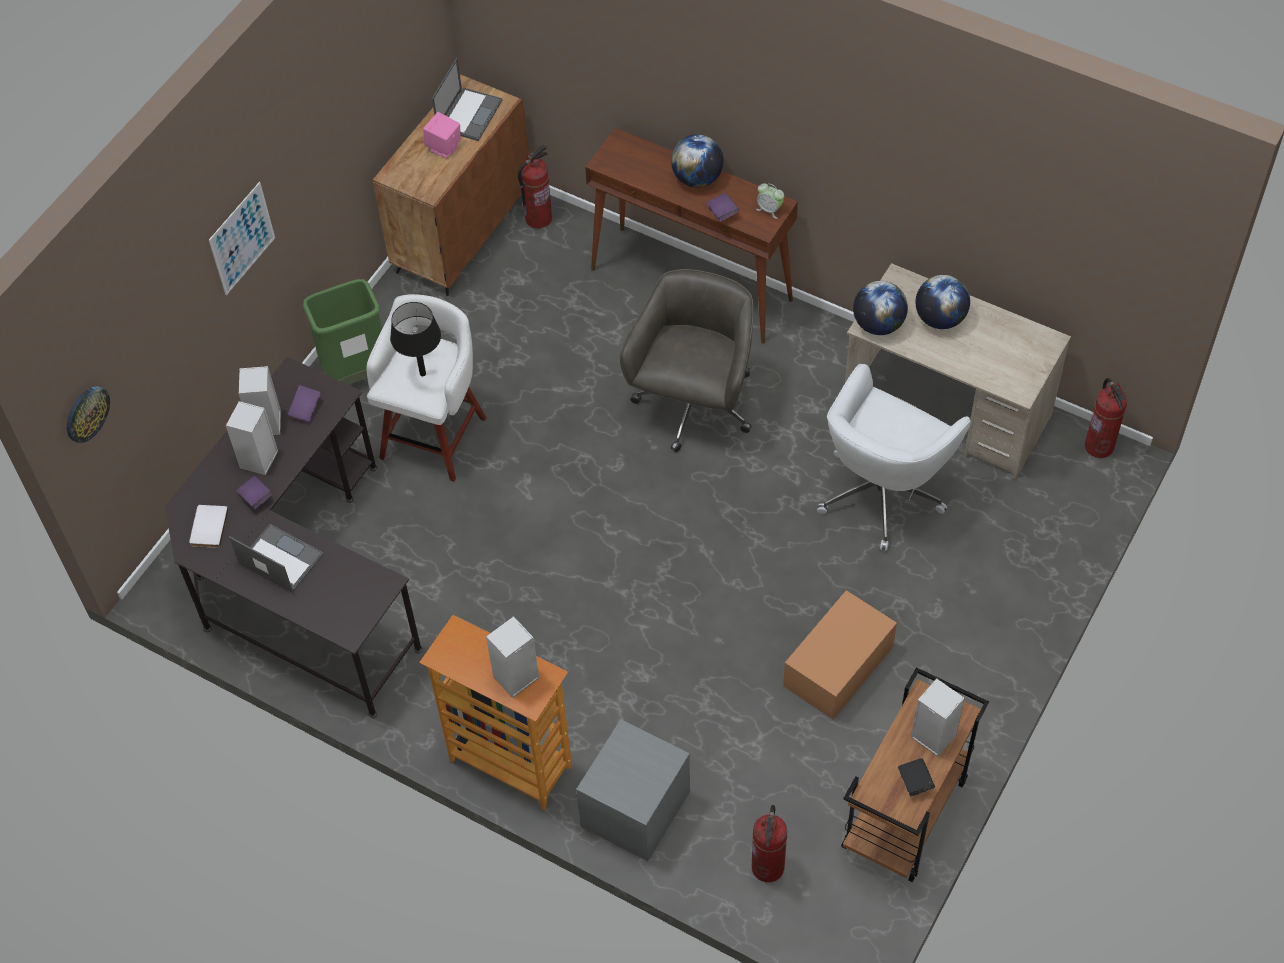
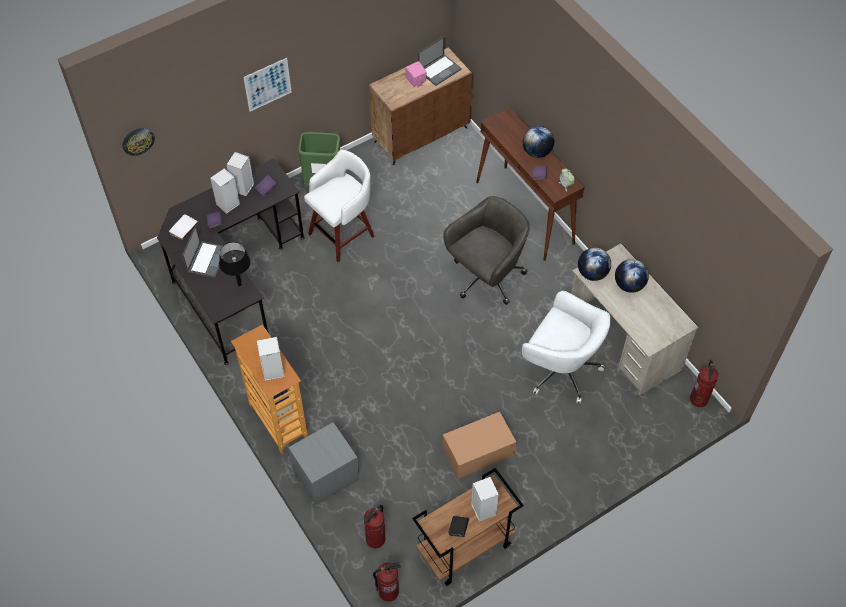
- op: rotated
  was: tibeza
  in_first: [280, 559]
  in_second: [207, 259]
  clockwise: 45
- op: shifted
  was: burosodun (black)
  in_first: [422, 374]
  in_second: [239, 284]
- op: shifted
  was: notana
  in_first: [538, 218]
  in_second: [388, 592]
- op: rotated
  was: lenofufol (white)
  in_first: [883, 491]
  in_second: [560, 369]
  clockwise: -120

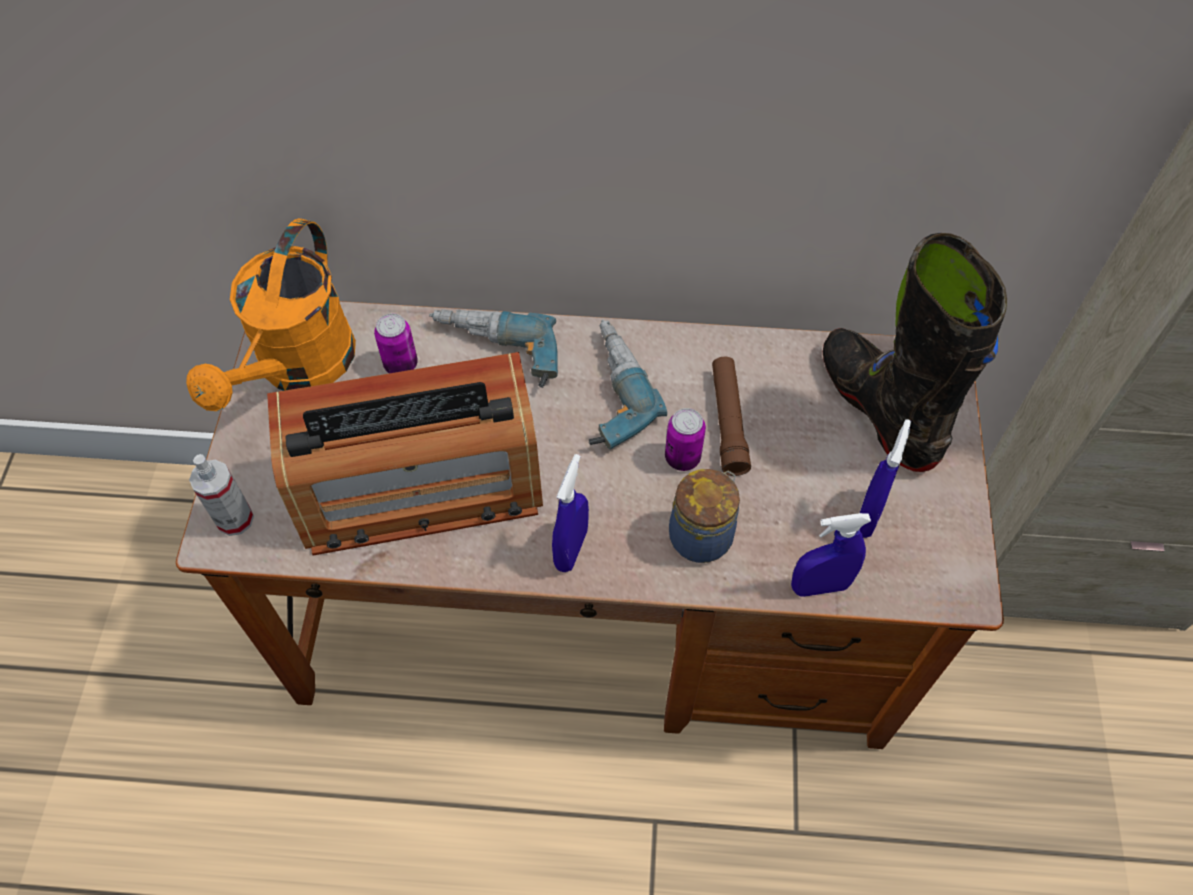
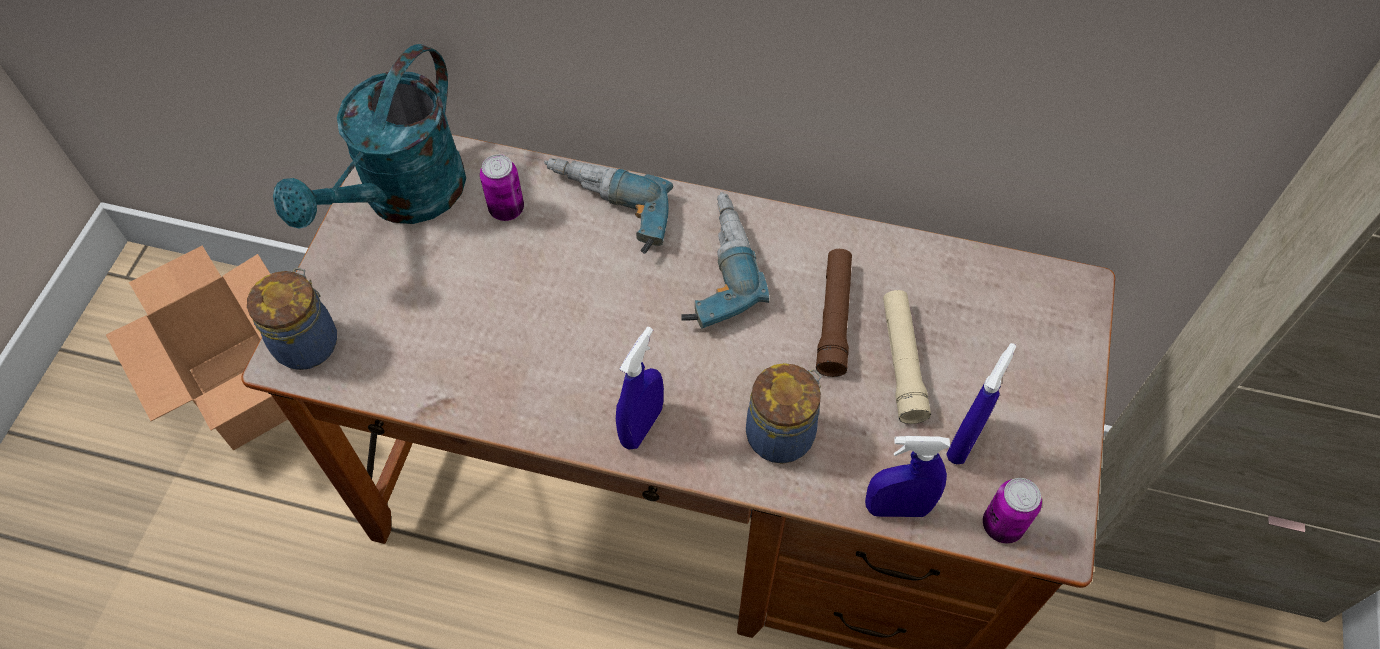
- op: new
  now: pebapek
  in_second: [248, 391]
- op: swapped
  was: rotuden
  now: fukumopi
  in_first: [235, 519]
  in_second: [308, 342]
- op: repainted
  was: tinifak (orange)
  now: tinifak (turquoise)
  in_first: [298, 369]
  in_second: [403, 199]
- op: new
  now: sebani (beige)
  in_second: [902, 361]
- op: shifted
  was: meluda
  in_first: [682, 458]
  in_second: [1002, 525]
- op: gone
  was: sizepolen
  in_first: [419, 486]
- op: gone
  was: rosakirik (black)
  in_first: [879, 408]

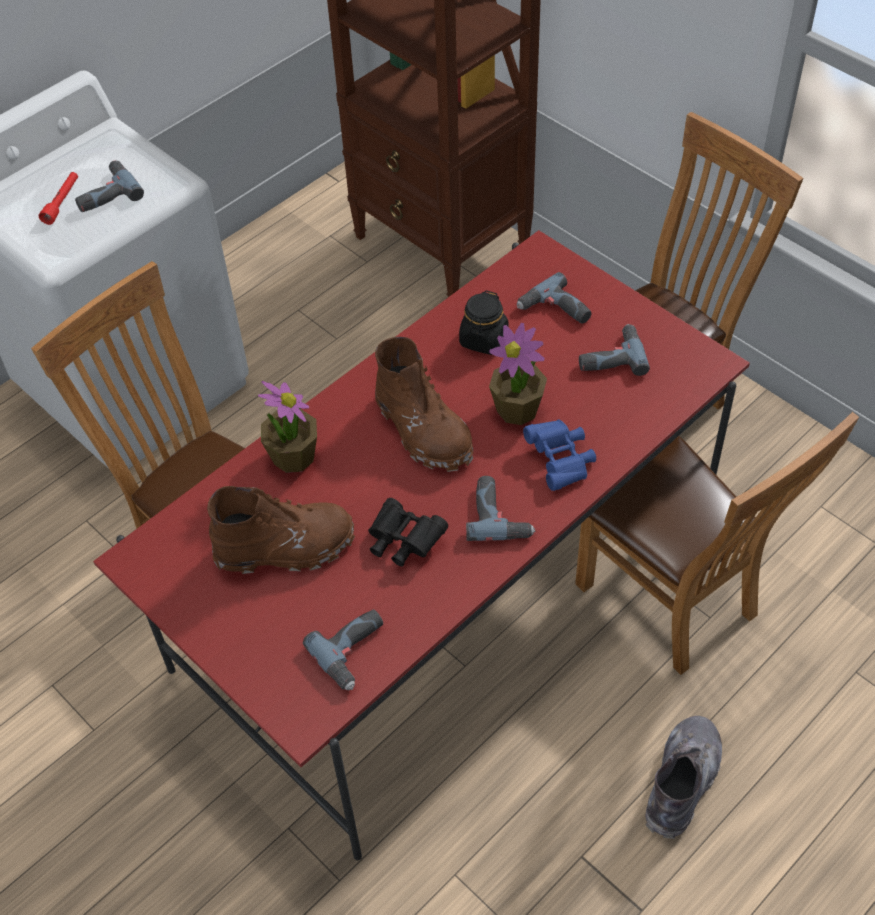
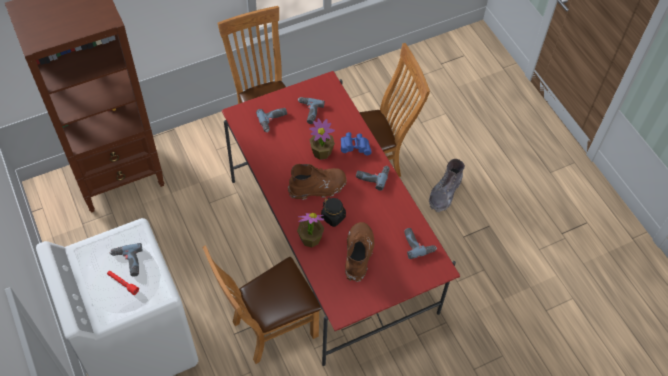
- op: shifted
  was: fukumopi (black)
  in_first: [483, 339]
  in_second: [333, 217]
- op: rotated
  was: rosakirik (grey)
  in_first: [682, 781]
  in_second: [444, 193]
  clockwise: -105
- op: gone
  was: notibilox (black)
  in_first: [403, 541]

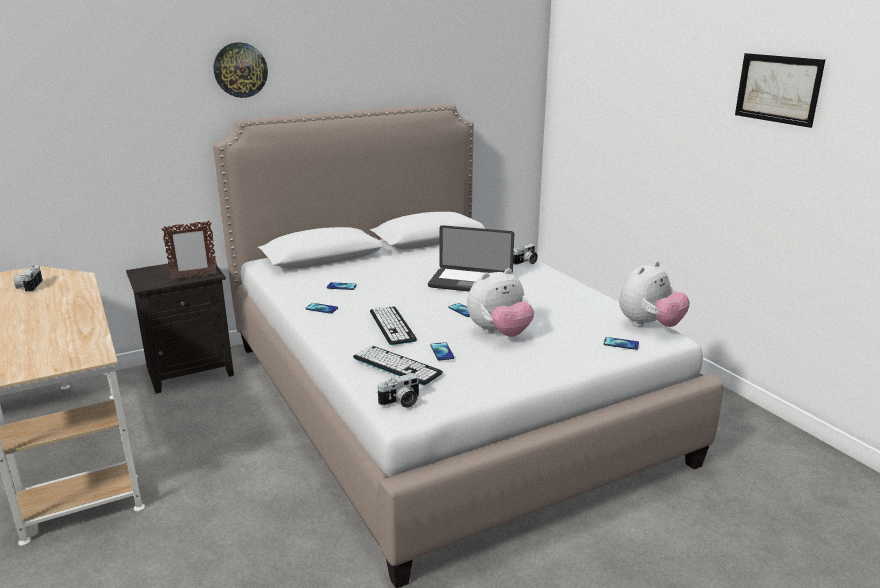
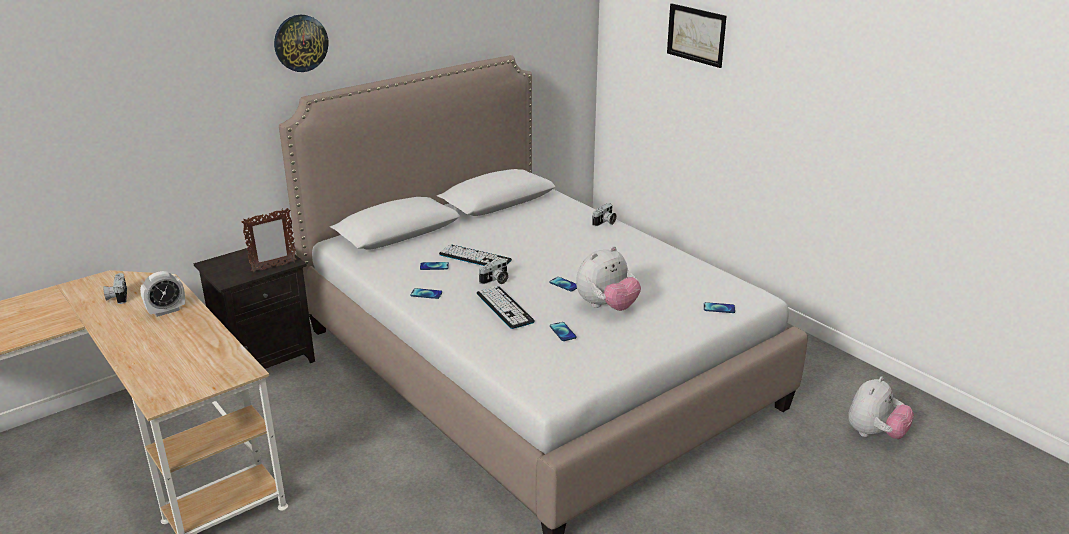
- op: new
  now: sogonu
  in_second: [166, 311]
- op: shifted
  was: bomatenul
  in_first: [397, 365]
  in_second: [475, 257]
- op: shifted
  was: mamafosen
  in_first: [401, 402]
  in_second: [495, 281]
- op: shifted
  was: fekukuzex
  in_first: [778, 89]
  in_second: [696, 35]
- op: shifted
  was: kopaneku
  in_first: [649, 325]
  in_second: [874, 434]
- op: gone
  was: tibeza
  in_first: [470, 283]

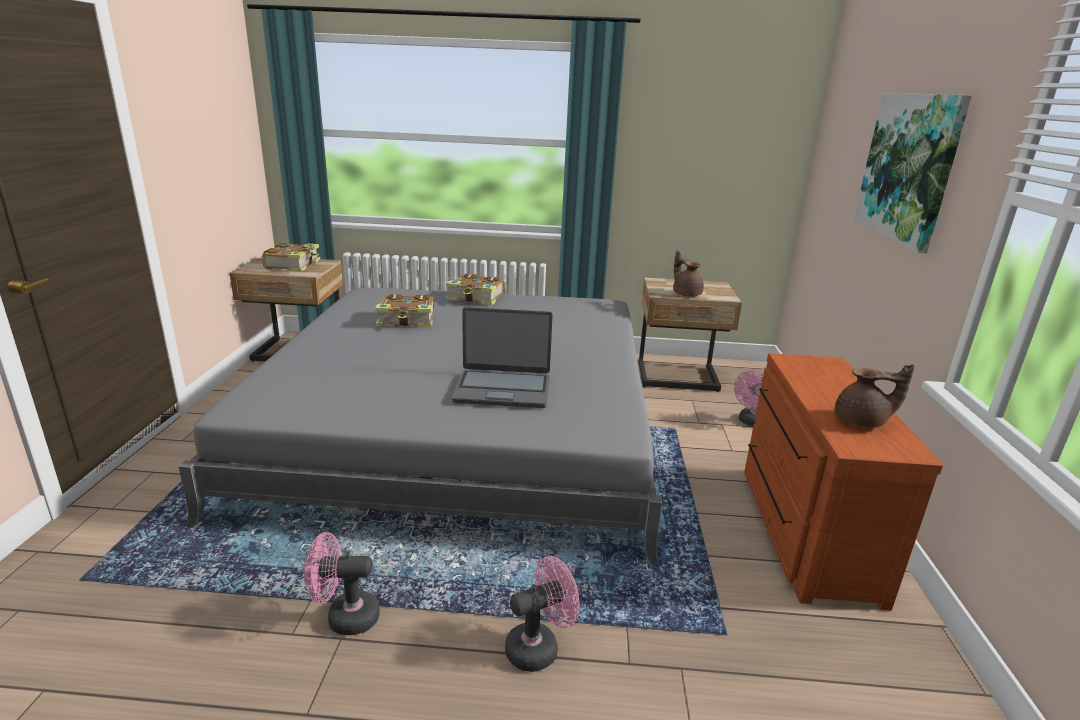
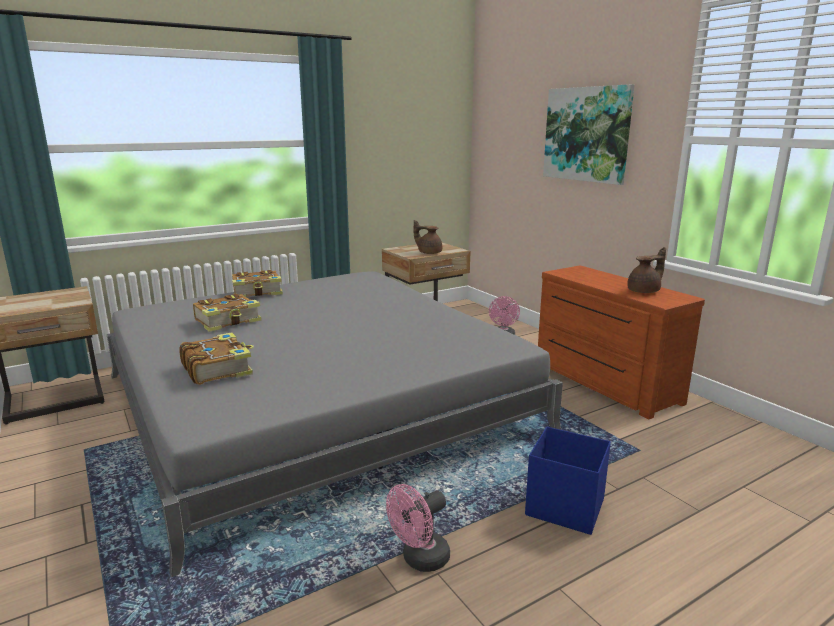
- op: shifted
  was: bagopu
  in_first: [294, 265]
  in_second: [218, 369]
- op: swapped
  was: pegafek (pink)
  now: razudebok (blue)
  in_first: [539, 647]
  in_second: [564, 507]
- op: gone
  was: tibeza
  in_first: [502, 389]

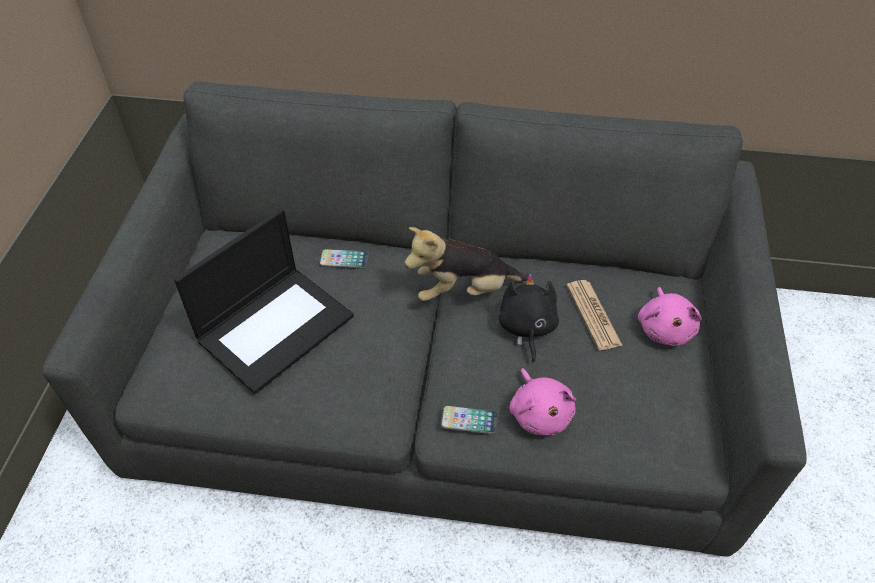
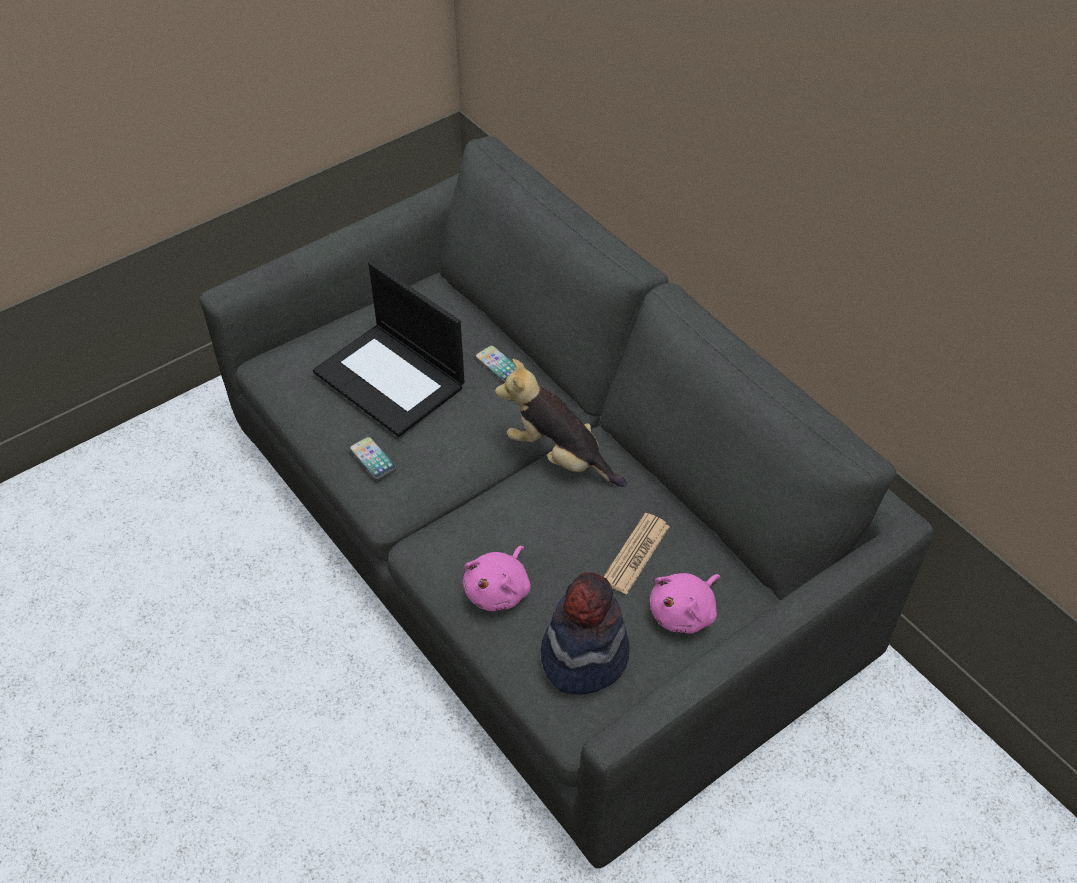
- op: rotated
  was: tibeza
  in_first: [275, 326]
  in_second: [391, 379]
  clockwise: 45
- op: shifted
  was: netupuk
  in_first: [469, 420]
  in_second: [373, 459]
- op: new
  now: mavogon
  in_second: [583, 656]
- op: gone
  was: kopaneku (black)
  in_first: [526, 328]

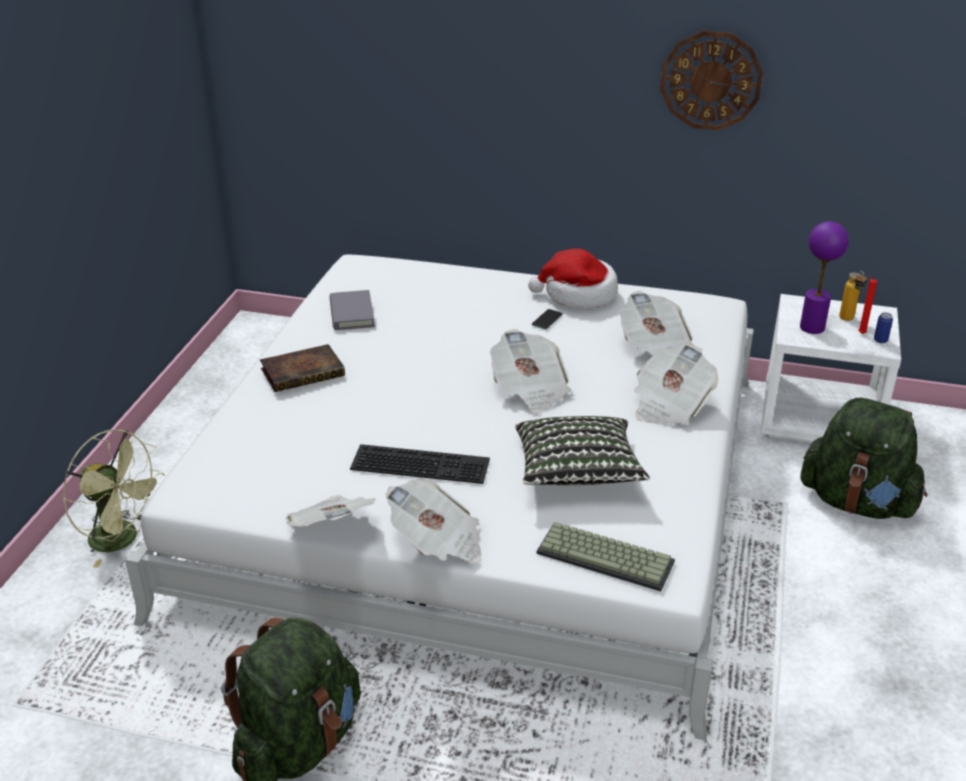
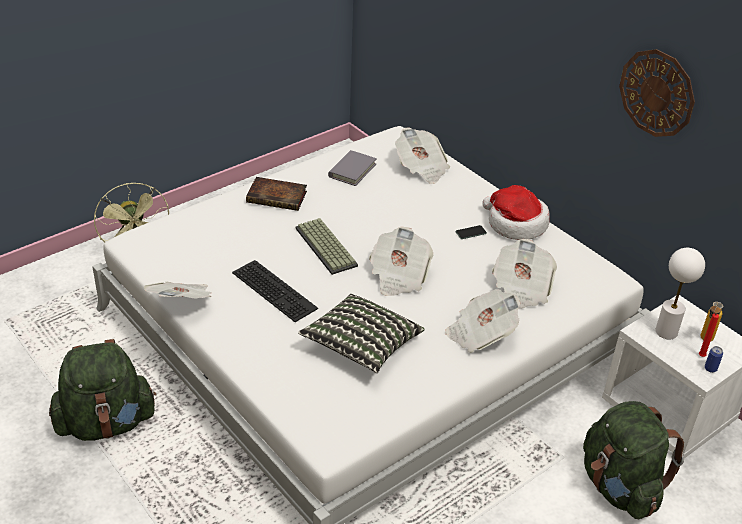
- op: shifted
  was: bomatenul
  in_first: [607, 556]
  in_second: [327, 247]
- op: shifted
  was: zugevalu
  in_first: [437, 543]
  in_second: [421, 168]
- op: repainted
  was: burosodun (purple)
  now: burosodun (white)
  in_first: [811, 327]
  in_second: [666, 331]

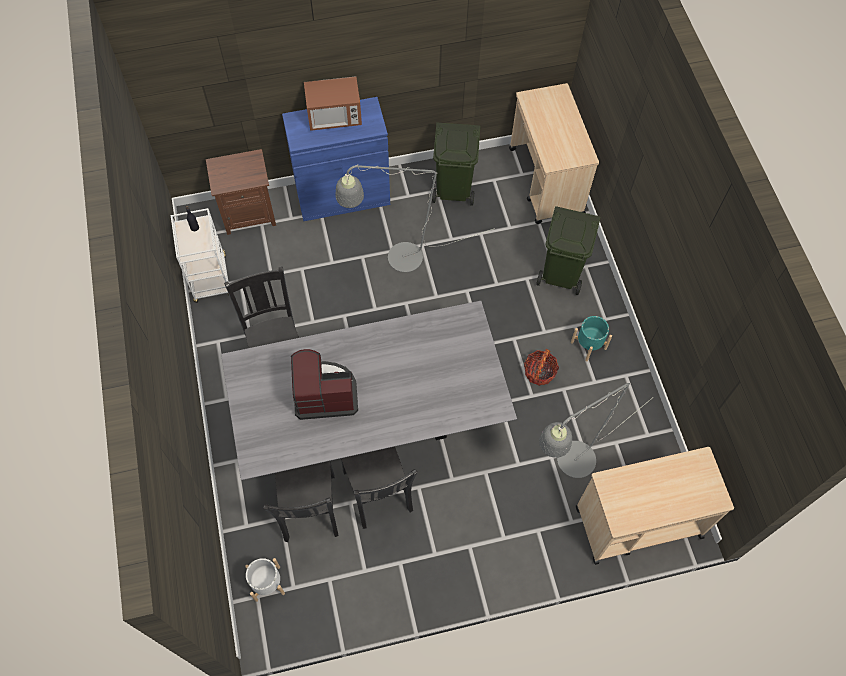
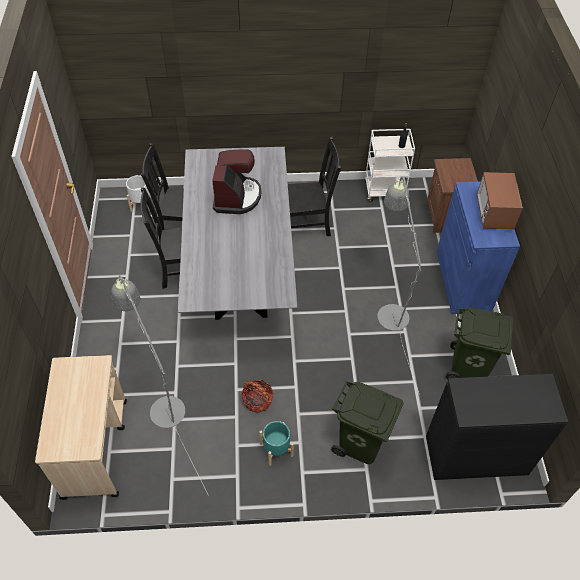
- op: swapped
  was: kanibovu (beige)
  now: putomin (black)
  in_first: [546, 181]
  in_second: [476, 455]

